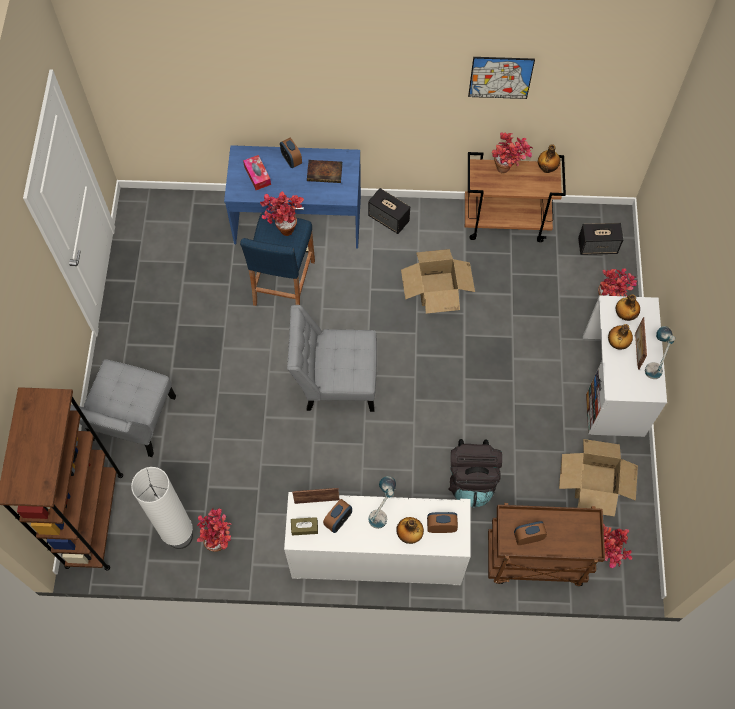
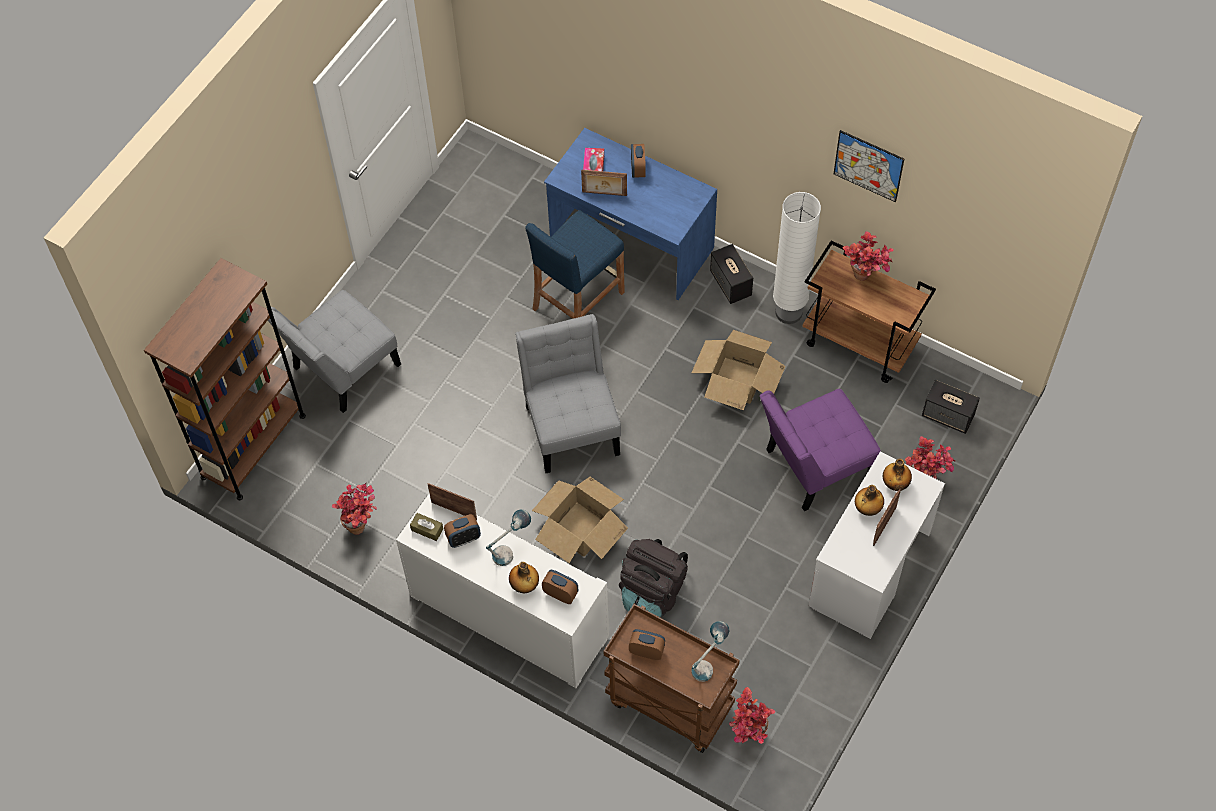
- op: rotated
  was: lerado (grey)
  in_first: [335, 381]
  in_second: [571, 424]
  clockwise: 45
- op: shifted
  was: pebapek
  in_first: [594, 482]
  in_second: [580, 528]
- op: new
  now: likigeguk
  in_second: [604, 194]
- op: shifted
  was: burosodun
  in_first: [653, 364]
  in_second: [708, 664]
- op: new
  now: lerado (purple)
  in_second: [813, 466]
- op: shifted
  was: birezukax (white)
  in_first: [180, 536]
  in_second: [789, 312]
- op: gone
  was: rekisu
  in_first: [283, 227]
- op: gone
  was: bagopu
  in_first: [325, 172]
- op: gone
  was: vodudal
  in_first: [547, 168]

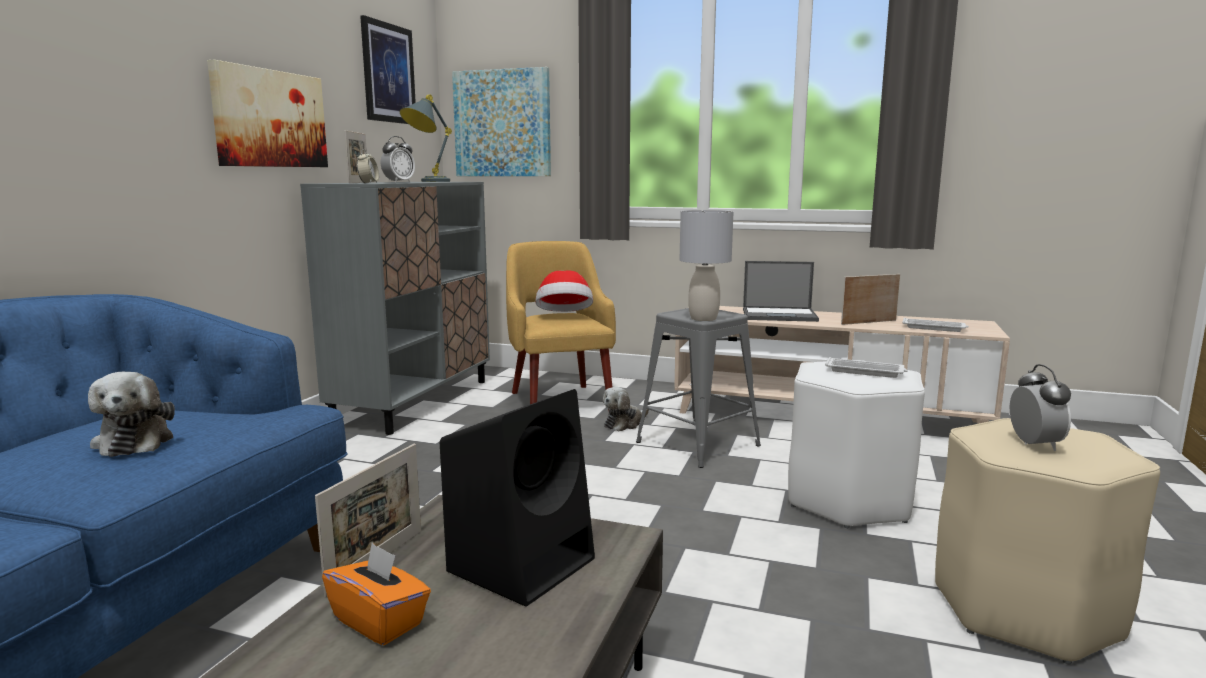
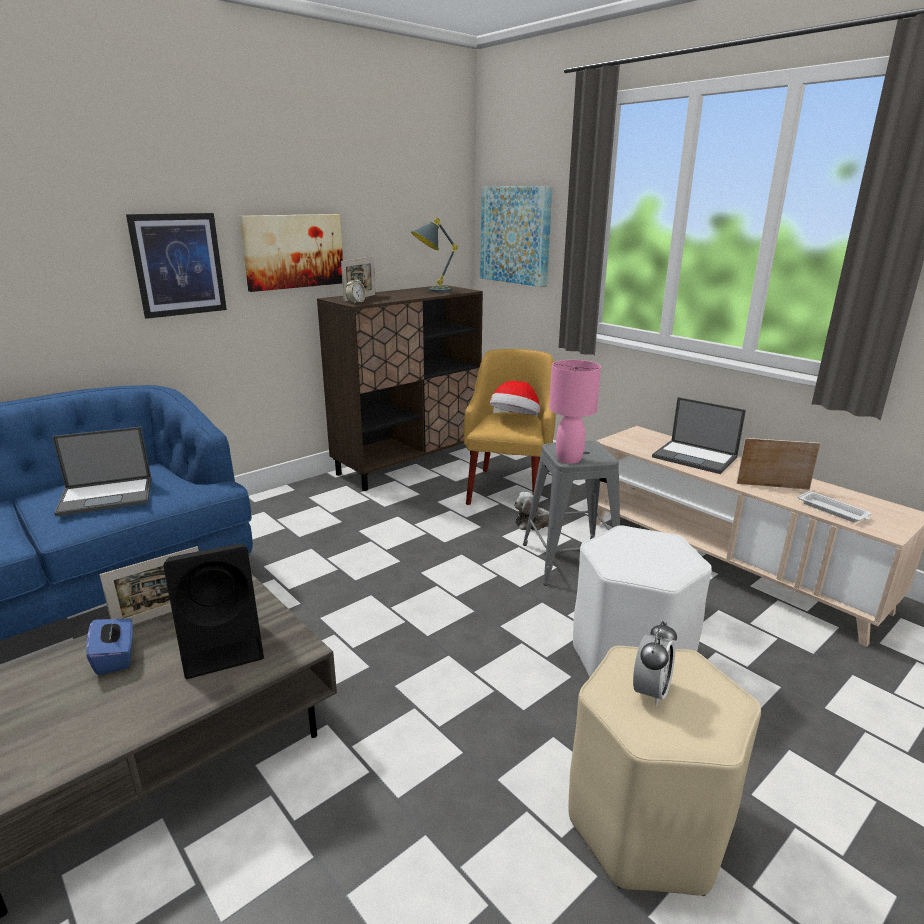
- op: swapped
  was: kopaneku
  now: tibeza
  in_first: [135, 441]
  in_second: [108, 496]
- op: repainted
  was: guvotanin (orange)
  now: guvotanin (blue)
  in_first: [379, 621]
  in_second: [115, 657]
- op: shifted
  was: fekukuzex
  in_first: [388, 73]
  in_second: [178, 265]
- op: repainted
  was: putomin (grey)
  now: putomin (brown)
  in_first: [415, 402]
  in_second: [408, 464]
- op: repainted
  was: burosodun (grey)
  now: burosodun (pink)
  in_first: [703, 318]
  in_second: [568, 459]
- op: gone
  was: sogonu
  in_first: [399, 182]
- op: gone
  was: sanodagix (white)
  in_first: [866, 372]

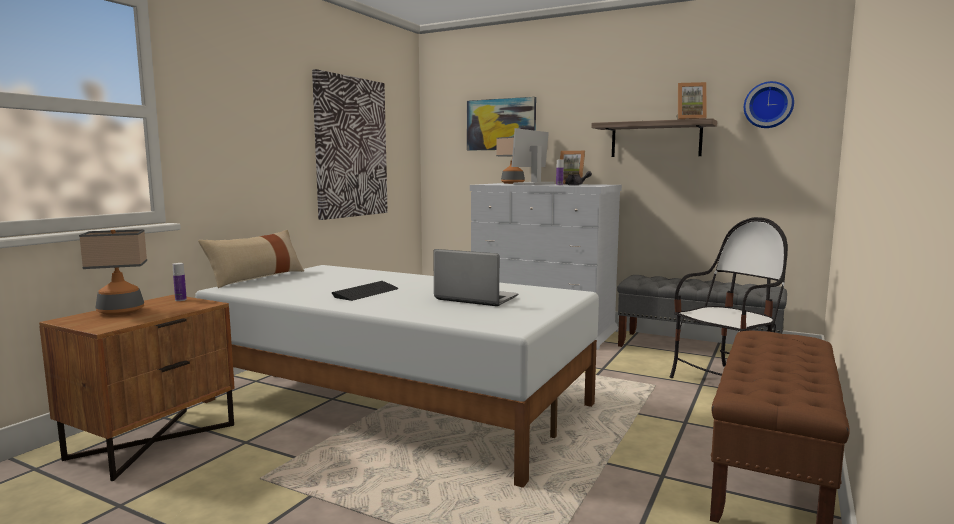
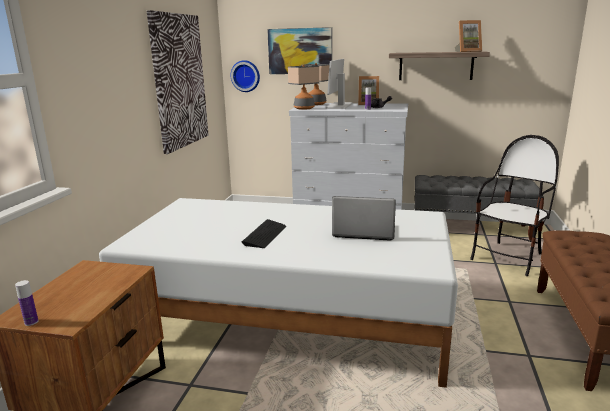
- op: shifted
  was: vodudal
  in_first: [180, 300]
  in_second: [31, 322]
- op: shifted
  was: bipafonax
  in_first: [768, 105]
  in_second: [246, 76]
- op: shifted
  was: burosodun
  in_first: [121, 311]
  in_second: [304, 108]
- op: gone
  was: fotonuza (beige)
  in_first: [256, 278]

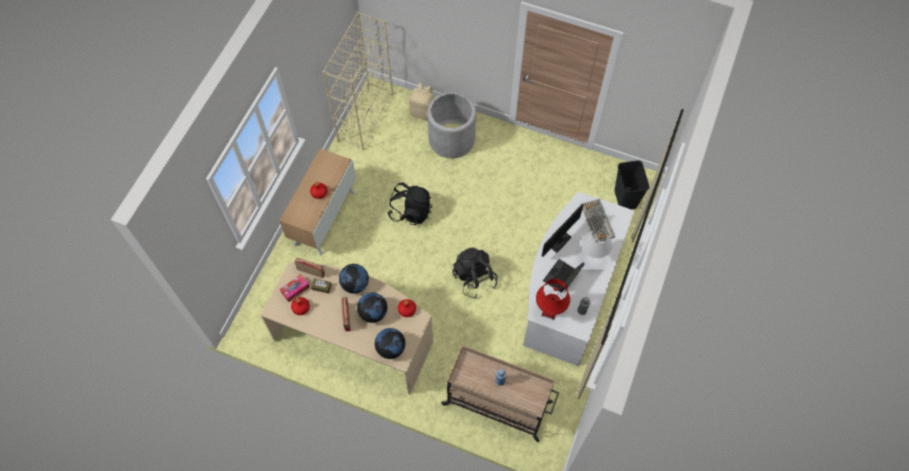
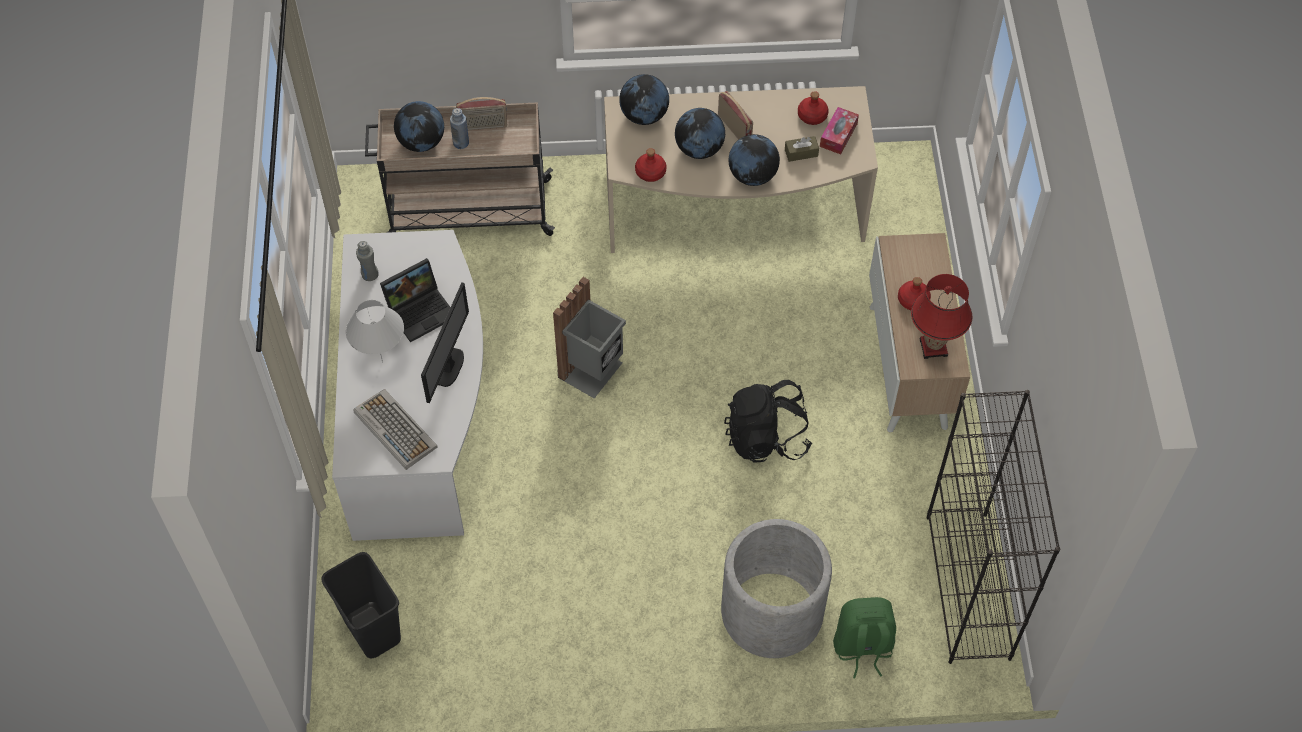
- op: rotated
  was: tibeza
  in_first: [562, 278]
  in_second: [421, 310]
  clockwise: 45
- op: new
  now: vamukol
  in_second: [421, 142]
- op: shifted
  was: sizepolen
  in_first: [311, 271]
  in_second: [483, 126]
- op: swapped
  was: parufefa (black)
  now: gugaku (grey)
  in_first: [474, 278]
  in_second: [593, 371]
- op: repainted
  was: parufefa (beige)
  now: parufefa (green)
  in_first: [423, 112]
  in_second: [862, 647]
- op: shifted
  was: burosodun (red)
  in_first: [549, 311]
  in_second: [933, 347]
- op: repainted
  was: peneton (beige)
  now: peneton (black)
  in_first: [365, 116]
  in_second: [968, 588]

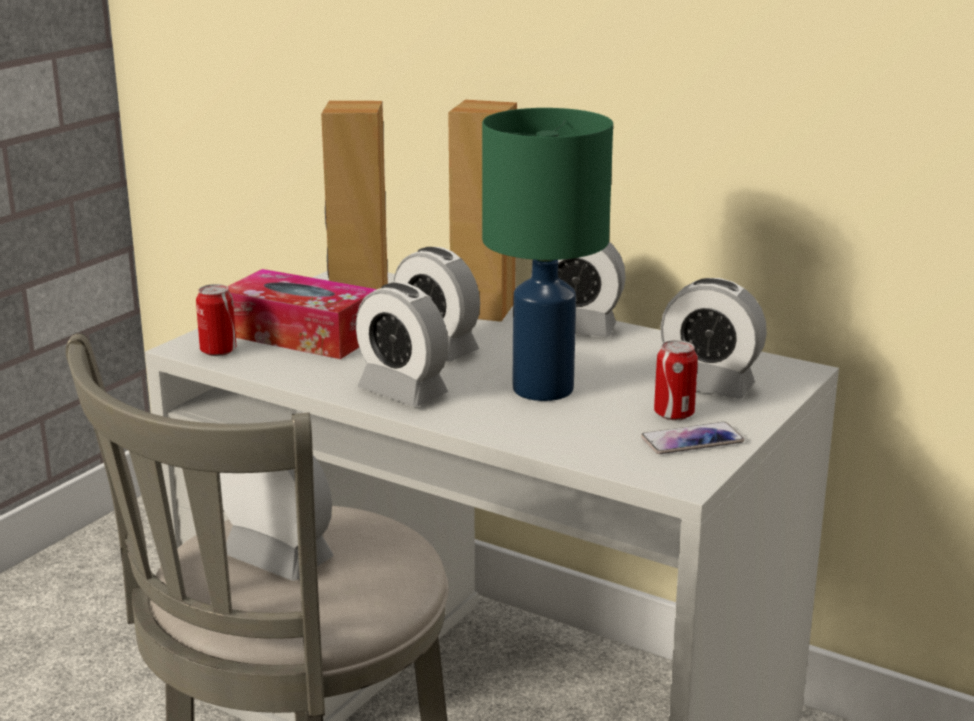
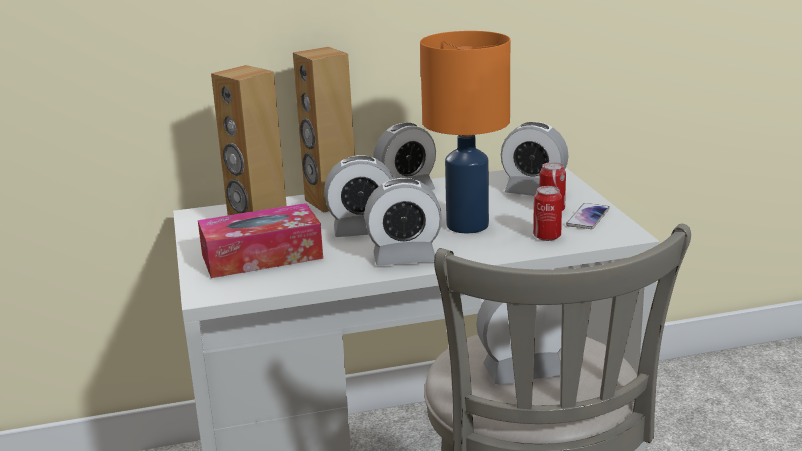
- op: repainted
  was: burosodun (green)
  now: burosodun (orange)
  in_first: [544, 388]
  in_second: [468, 225]
- op: rotated
  was: sogonu
  in_first: [709, 386]
  in_second: [533, 192]
  clockwise: 45
- op: shifted
  was: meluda
  in_first: [218, 351]
  in_second: [547, 236]

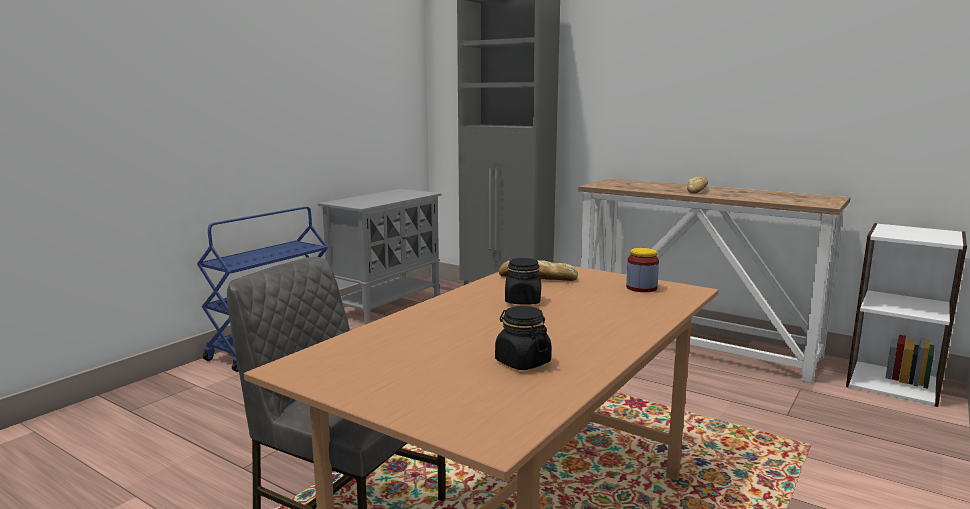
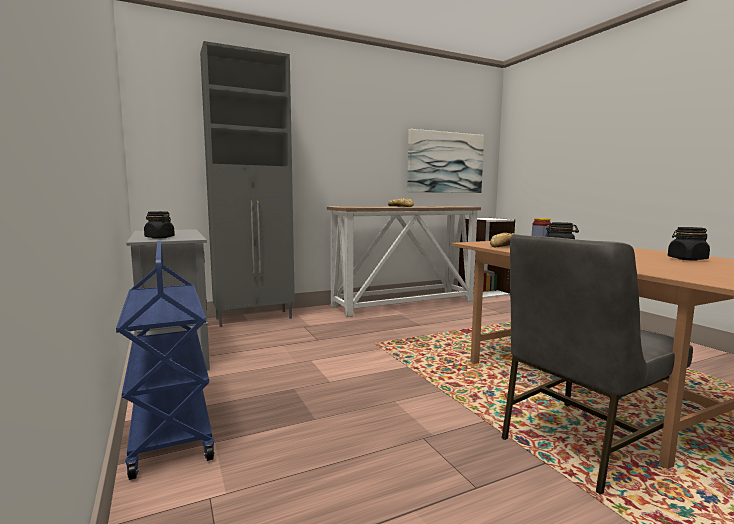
- op: new
  now: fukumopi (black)
  in_second: [159, 237]
- op: new
  now: fekukuzex
  in_second: [445, 162]

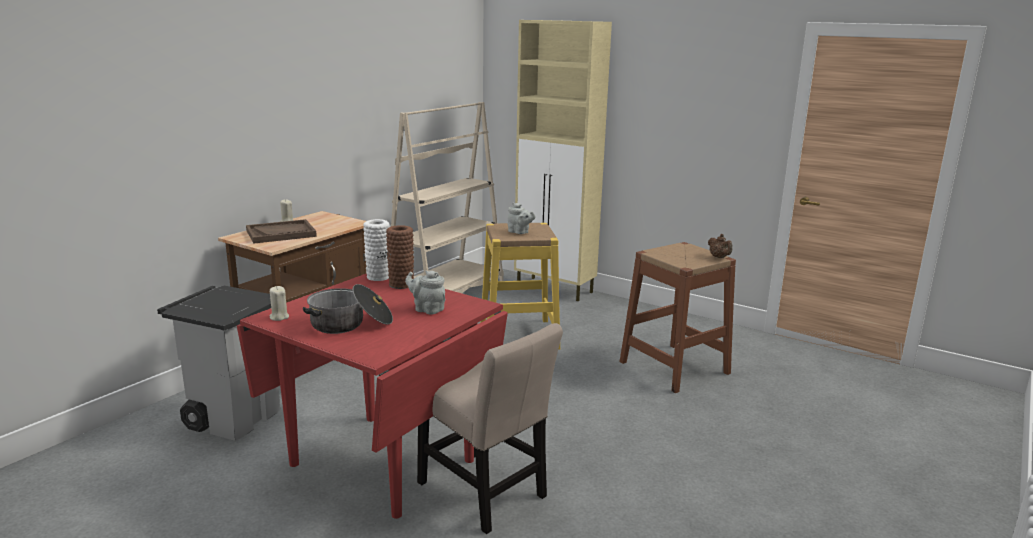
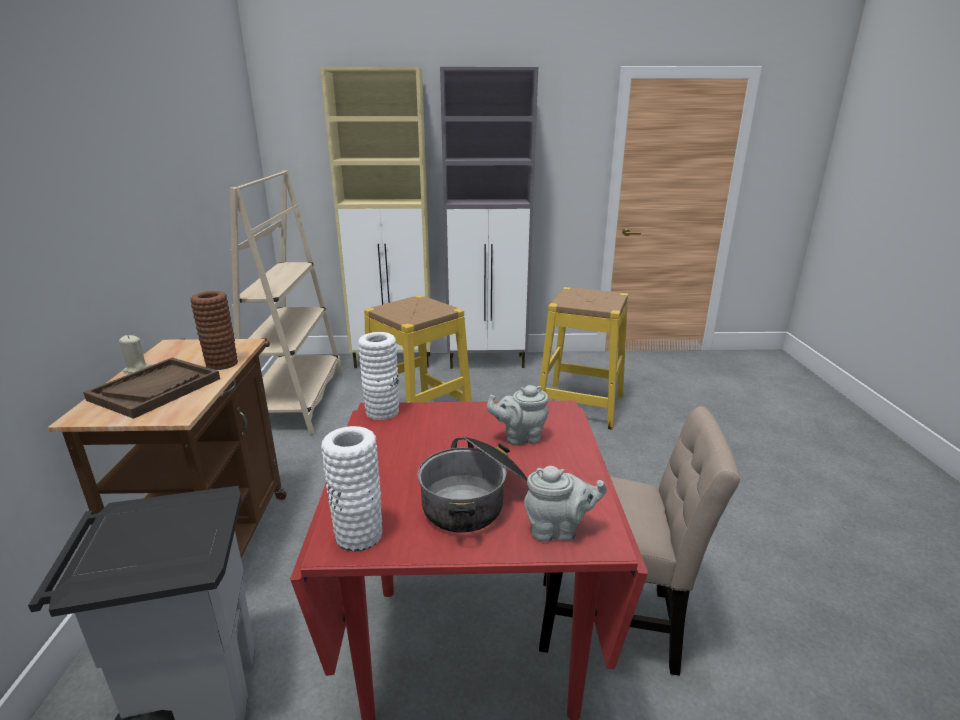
- op: shifted
  was: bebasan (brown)
  in_first: [401, 284]
  in_second: [222, 363]
- op: swapped
  was: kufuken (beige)
  now: bebasan (white)
  in_first: [279, 317]
  in_second: [358, 534]
- op: new
  now: putomin (grey)
  in_second: [488, 362]
- op: shifted
  was: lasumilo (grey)
  in_first: [519, 232]
  in_second: [558, 529]
- op: repainted
  was: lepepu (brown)
  now: lepepu (yellow)
  in_first: [674, 367]
  in_second: [580, 405]
- op: gone
  was: lasumilo (brown)
  in_first: [719, 257]

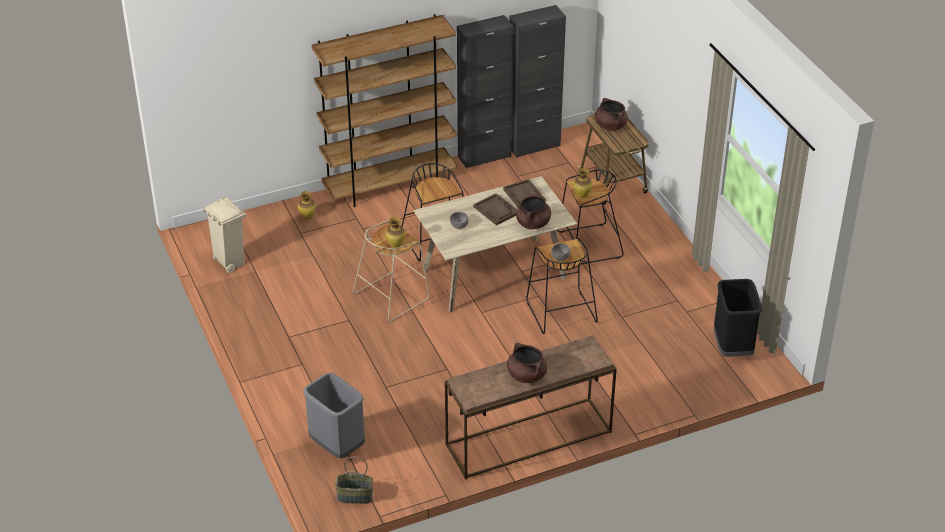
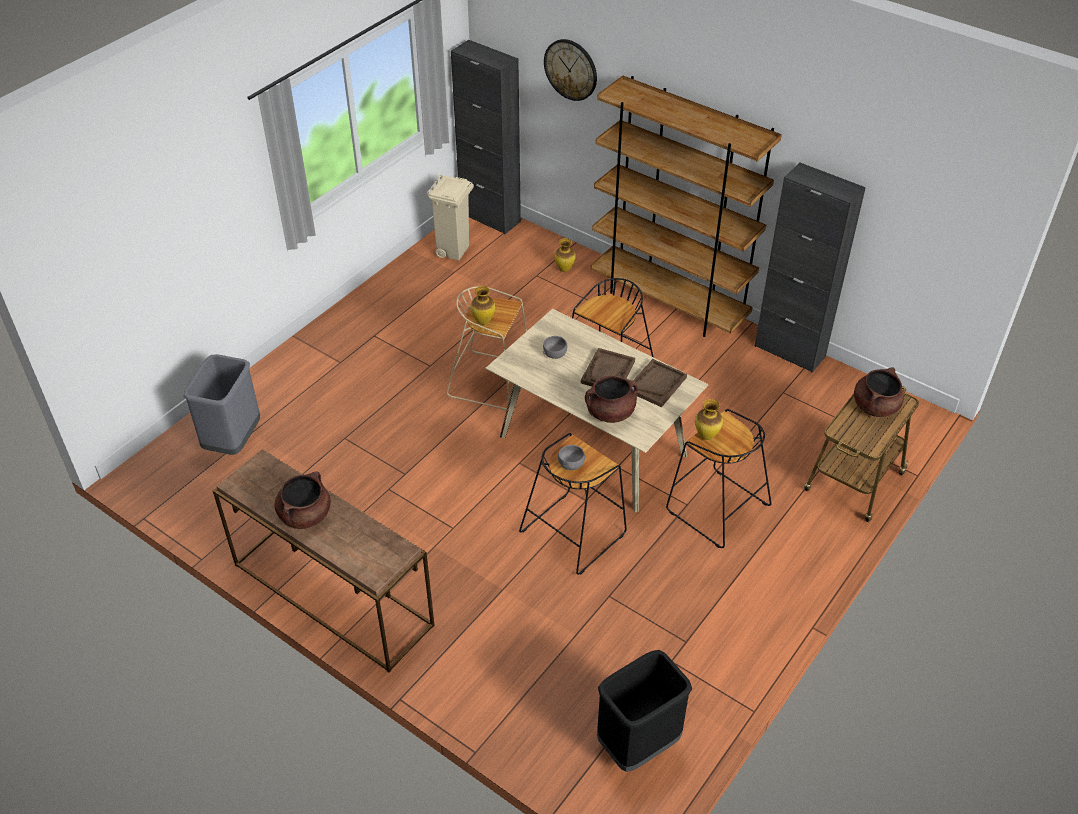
- op: shifted
  was: putomin (black)
  in_first: [533, 146]
  in_second: [490, 217]
- op: new
  now: bipafonax
  in_second: [571, 69]
- op: gone
  was: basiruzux
  in_first: [354, 496]

